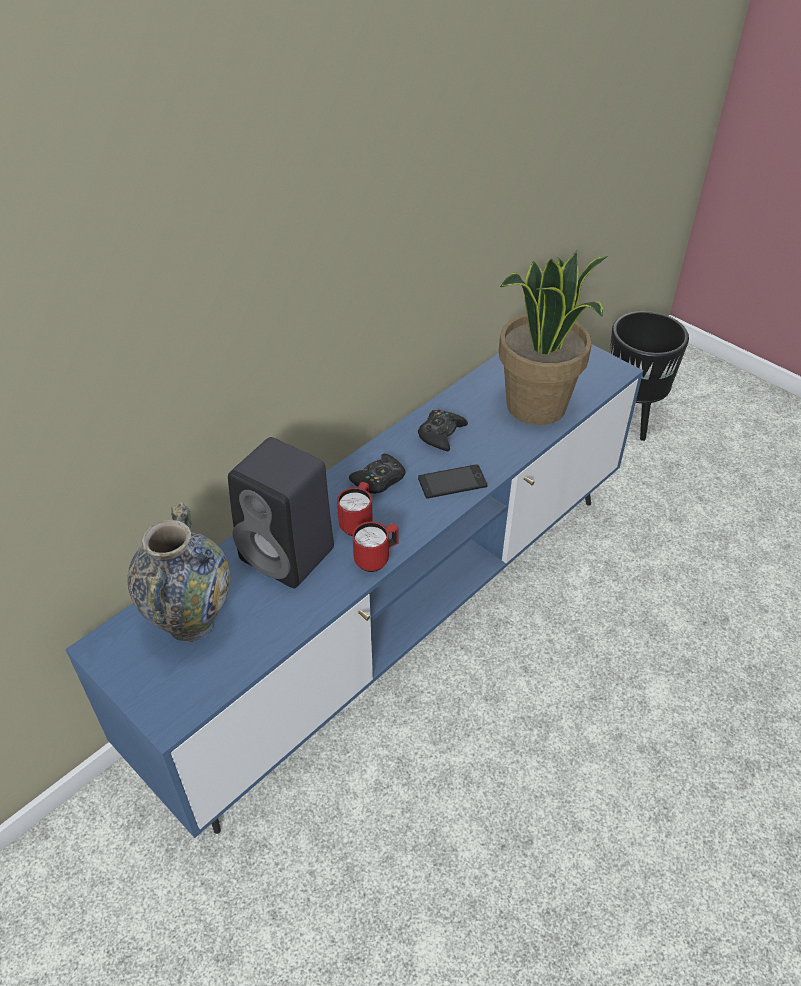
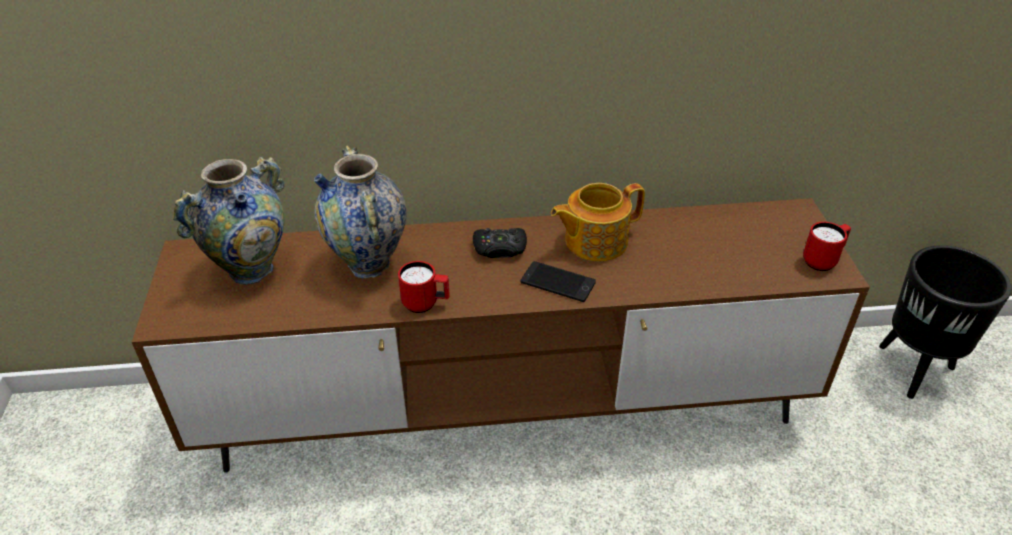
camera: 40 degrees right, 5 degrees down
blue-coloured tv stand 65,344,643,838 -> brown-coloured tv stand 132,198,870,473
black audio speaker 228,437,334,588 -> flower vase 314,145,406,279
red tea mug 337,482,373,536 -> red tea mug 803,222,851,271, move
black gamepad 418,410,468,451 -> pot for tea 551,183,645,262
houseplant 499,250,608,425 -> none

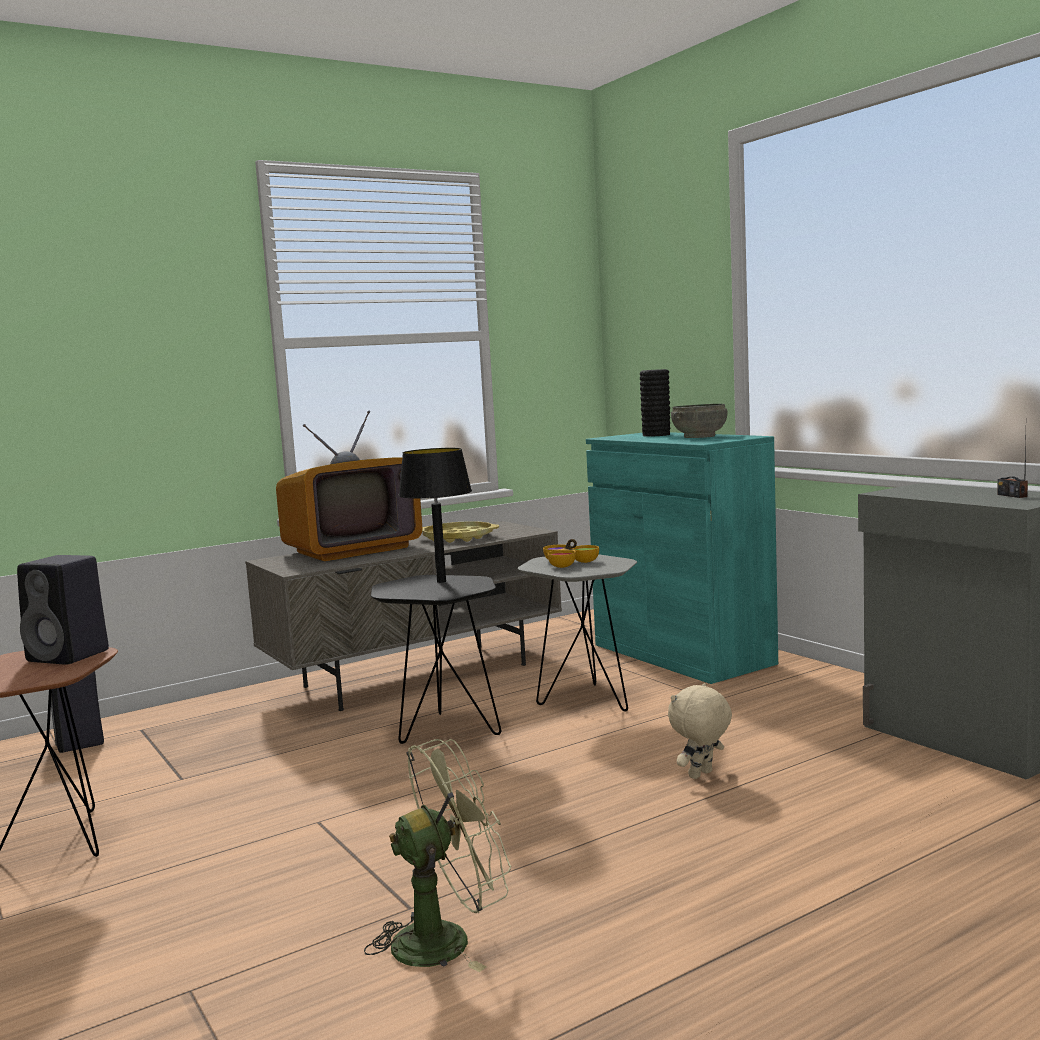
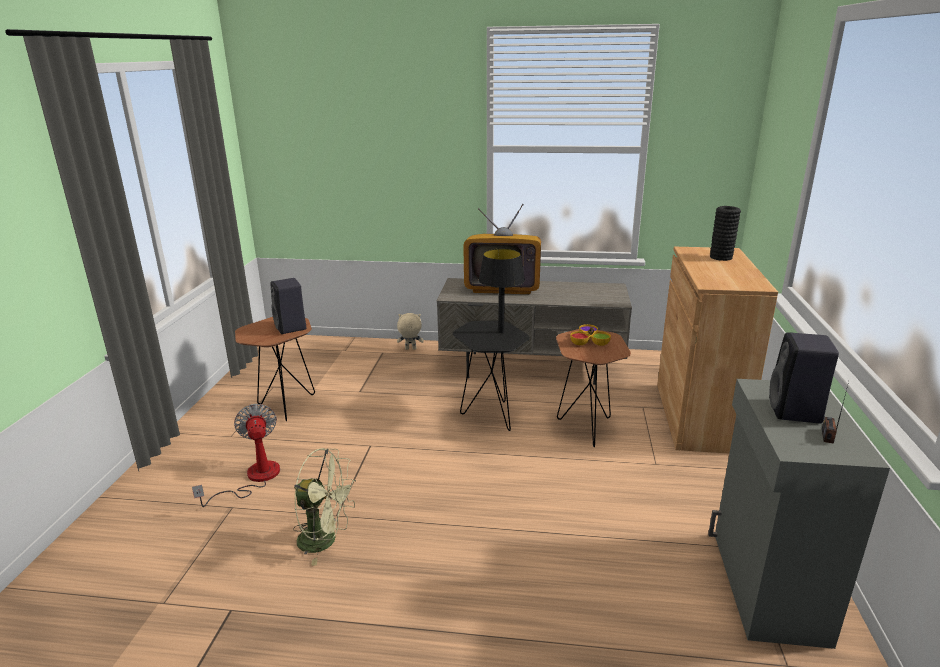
camera: 40 degrees right, 15 degrees up
black audio speaker 51,671,104,753 -> black audio speaker 769,332,839,423, move
yellowish carrying tray 422,521,499,543 -> none
greyish side table 518,554,637,712 -> brown-coloured side table 556,329,631,447
turquoise cabinet 586,432,778,684 -> brown-coloured cabinet 657,247,778,453
beige-coloured plush toy 668,683,732,779 -> beige-coloured plush toy 397,313,424,350, move
greyish deep dish 671,404,727,438 -> none
none -> cooling fan 192,404,280,507

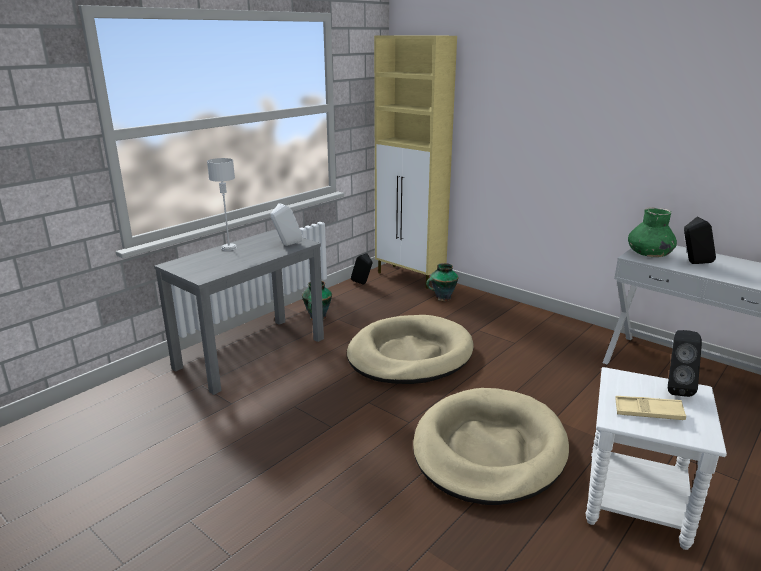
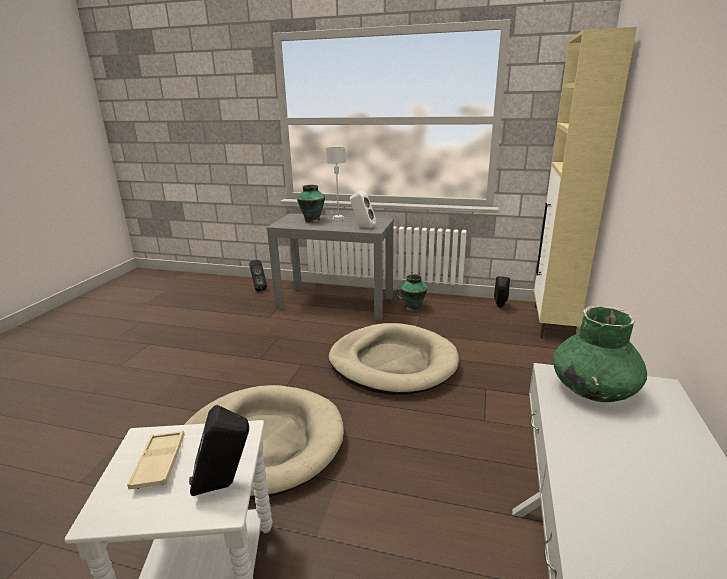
camera: 65 degrees right, 0 degrees up
flower vase 426,263,459,301 -> flower vase 297,185,325,222, move
black audio speaker 684,217,716,264 -> black audio speaker 249,260,267,291, move

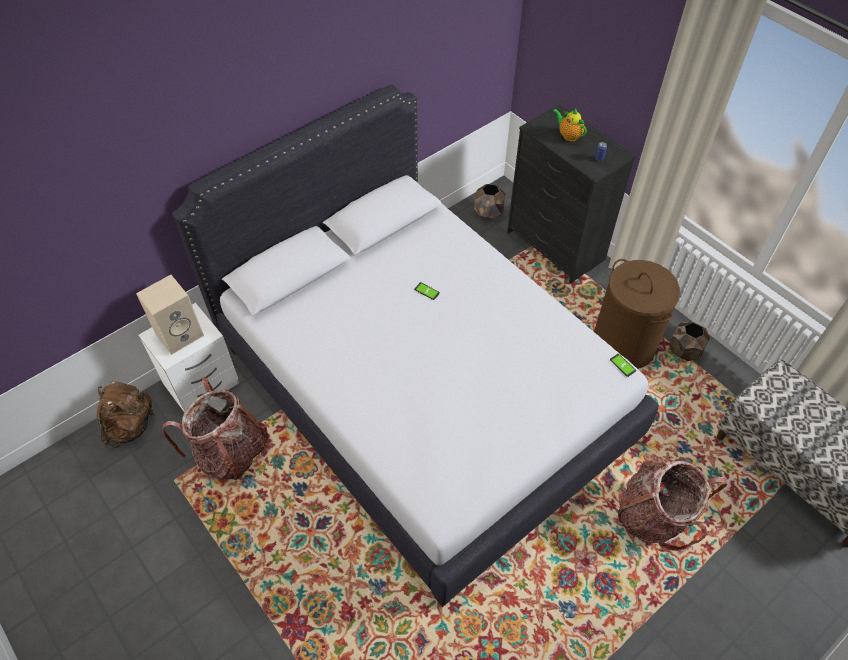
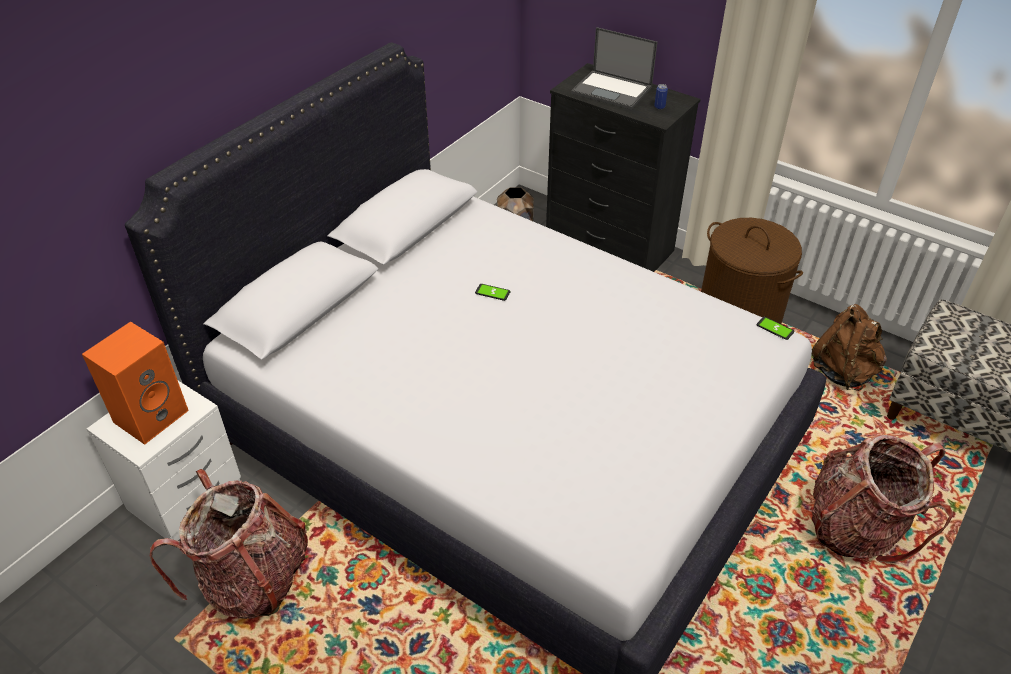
camera: 15 degrees left, 10 degrees down
brown-coloured rucksack 97,382,155,448 -> brown-coloured rucksack 811,304,887,391, move
beige-coloured audio speaker 136,275,204,355 -> orange-coloured audio speaker 82,322,189,445
pot for tea 553,109,587,141 -> portable computer 571,27,657,110
brown-coloured plant pot 669,321,710,361 -> none

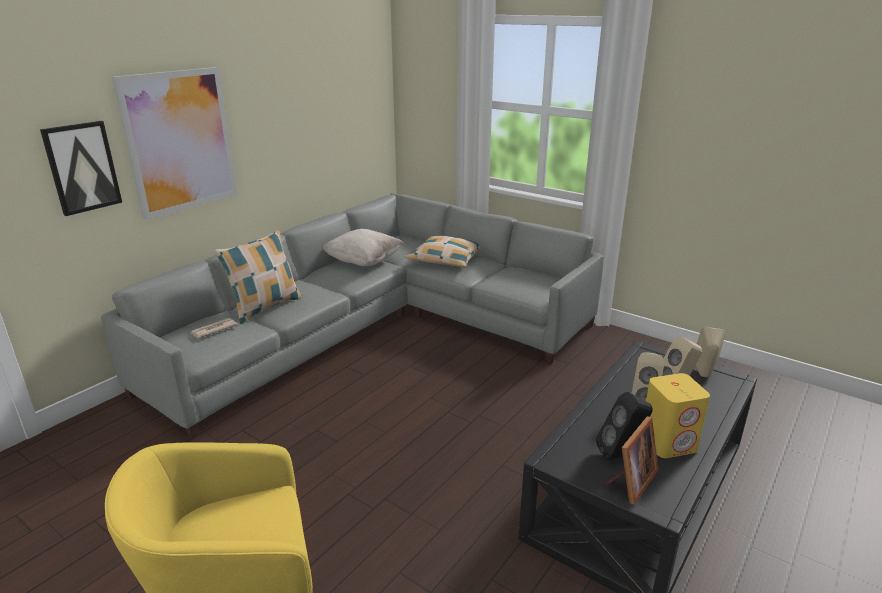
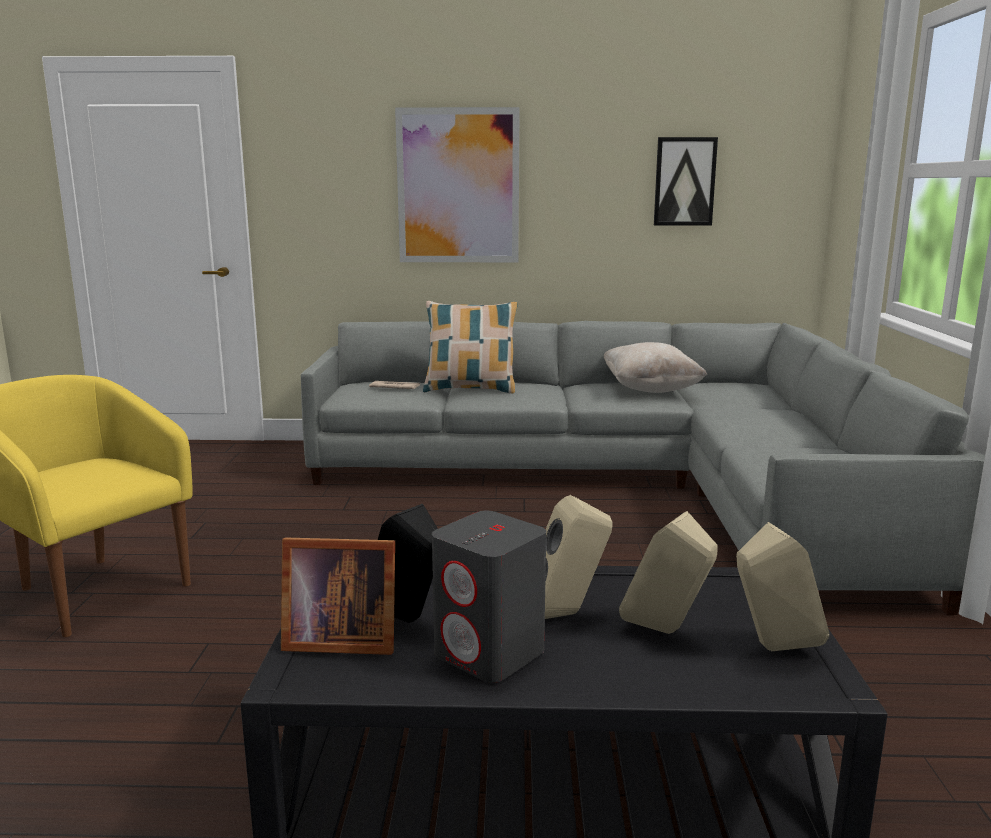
camera: 55 degrees right, 10 degrees down
wall picture 40,121,122,216 -> wall picture 654,137,718,226, move
cushion 406,236,480,267 -> none
yellowish audio speaker 646,373,710,458 -> greyish audio speaker 432,511,546,683

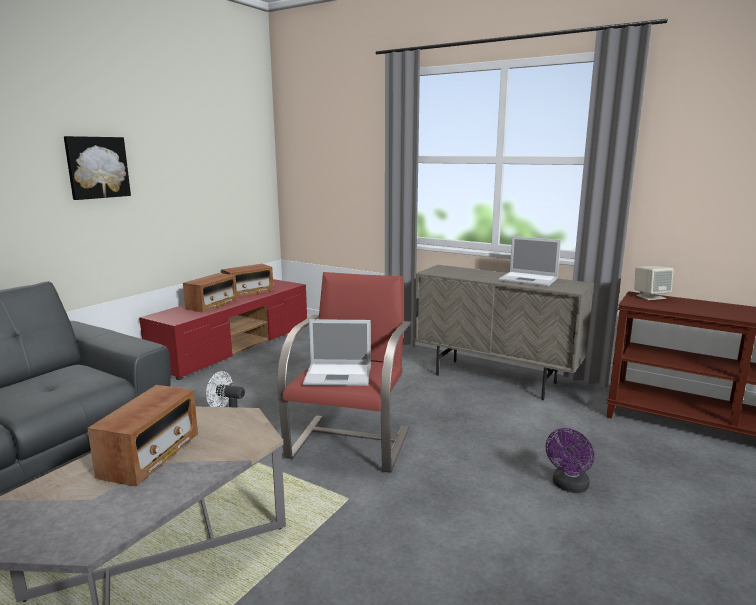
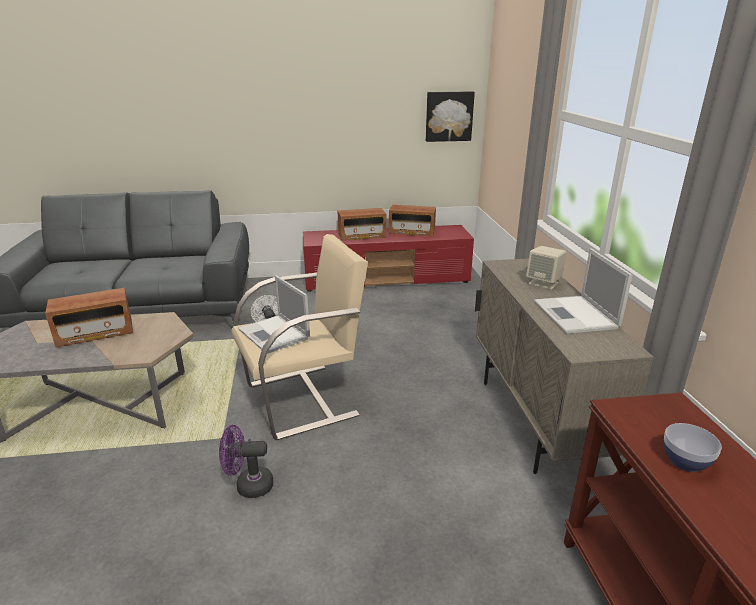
camera: 50 degrees right, 10 degrees up
wall picture 64,136,131,200 -> wall picture 426,91,475,142, move
red armchair 277,272,411,473 -> beige-coloured armchair 231,234,368,440
purplish cooling fan 546,428,594,493 -> purplish cooling fan 219,425,273,498, move
beige-coloured audio speaker 634,266,674,300 -> beige-coloured audio speaker 526,246,567,290, move
none -> deep dish 664,423,722,472

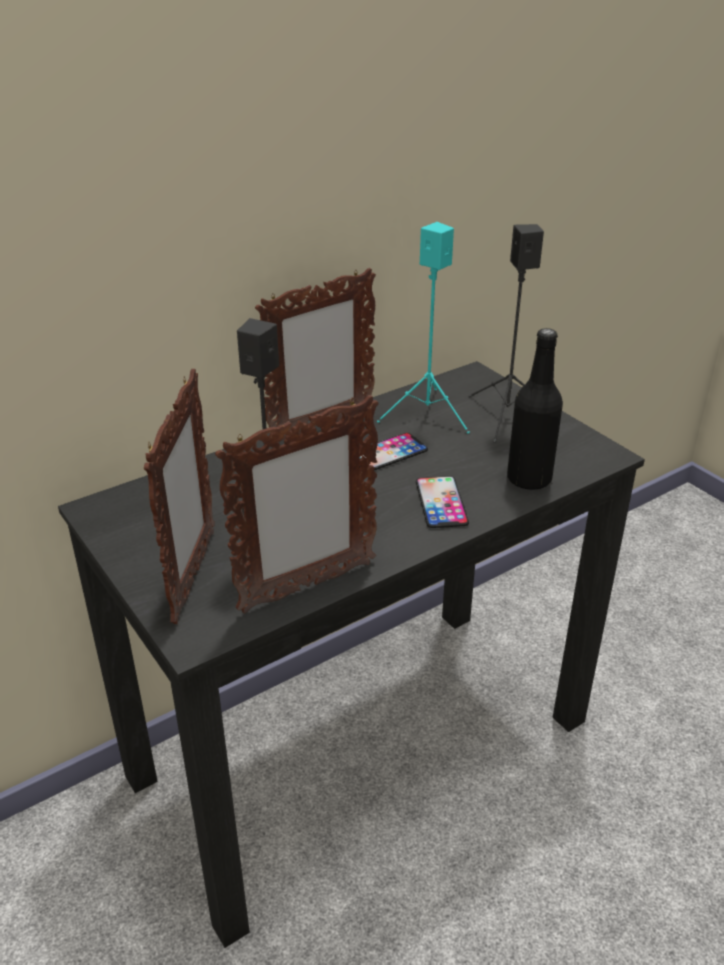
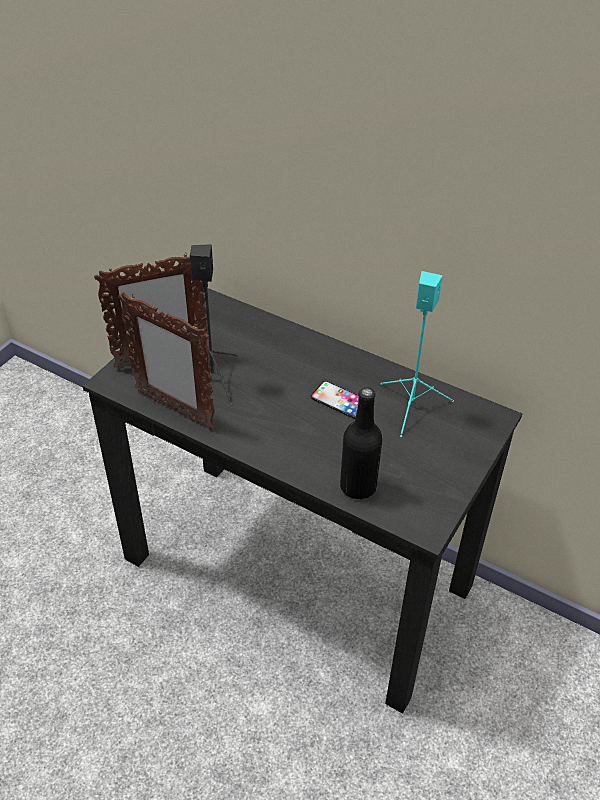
camera: 65 degrees right, 10 degrees up
photo frame 255,268,376,443 -> none
telephone 416,476,469,528 -> none
black audio speaker 469,224,544,443 -> none

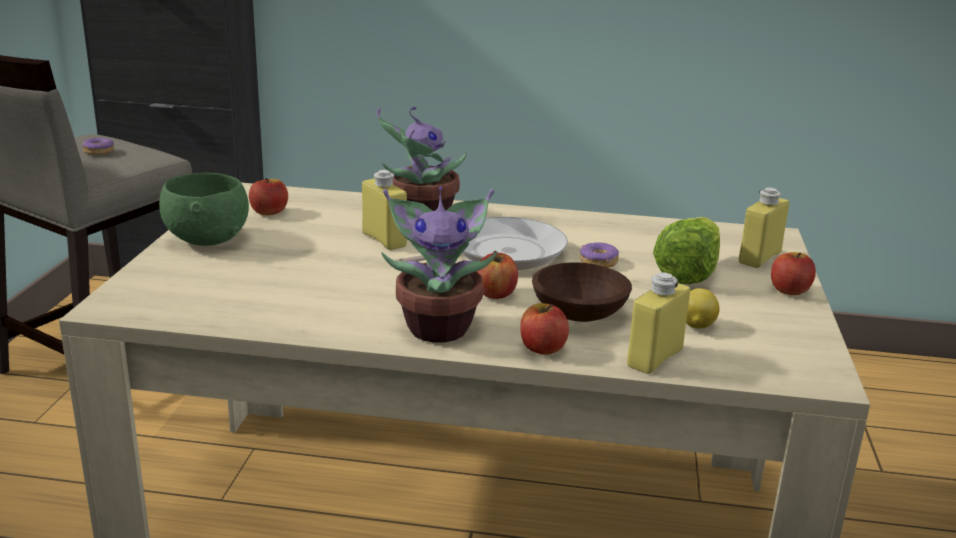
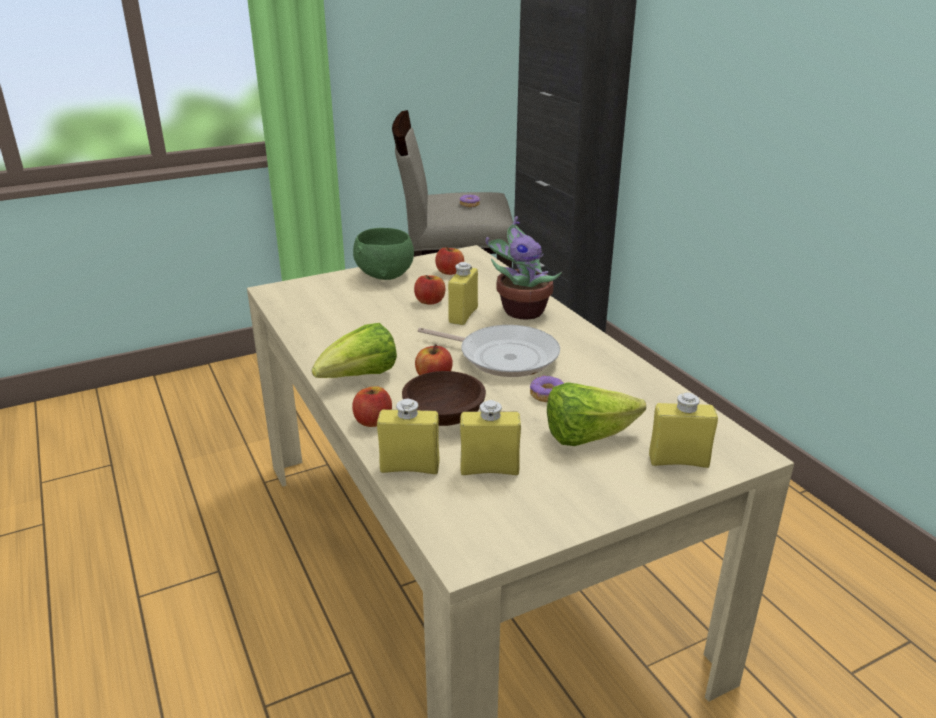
camera: 55 degrees right, 5 degrees up
houseplant 381,186,497,343 -> lettuce 312,323,397,378
lemon 686,288,720,329 -> yellowish drink bottle 460,400,521,475
whole apple 771,252,816,295 -> whole apple 414,275,445,305, move

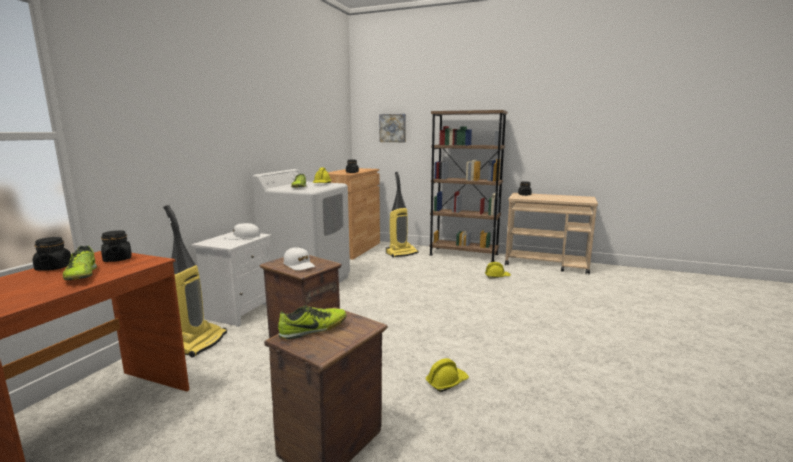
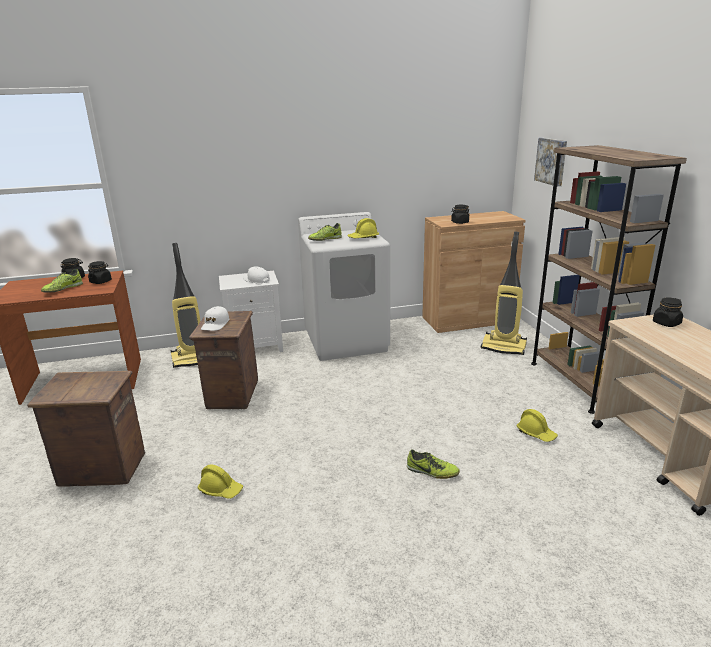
camera: 55 degrees right, 10 degrees up
item of footwear 278,305,347,339 -> item of footwear 407,449,460,479, move

